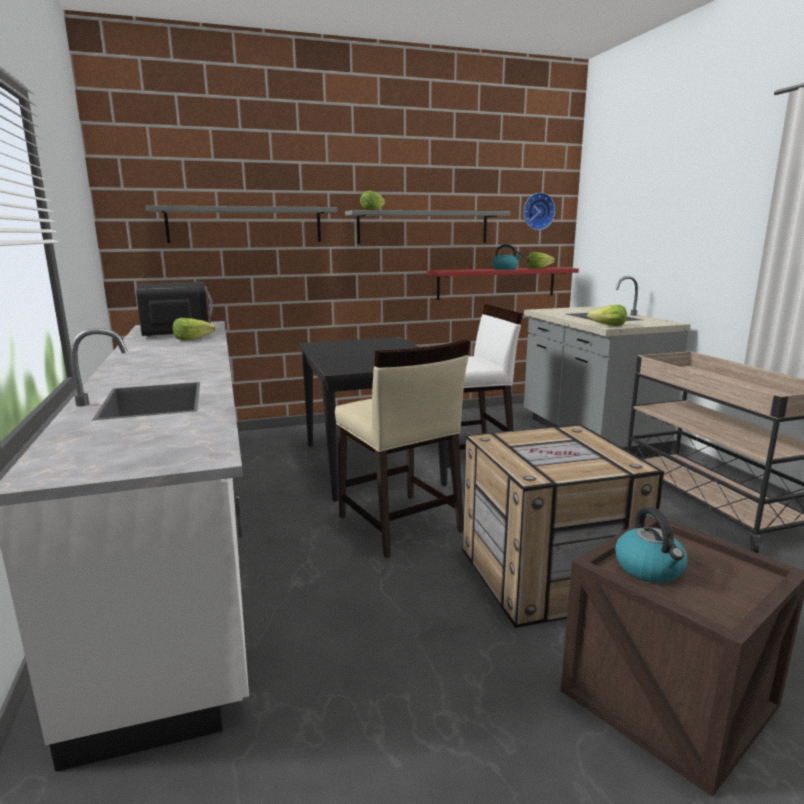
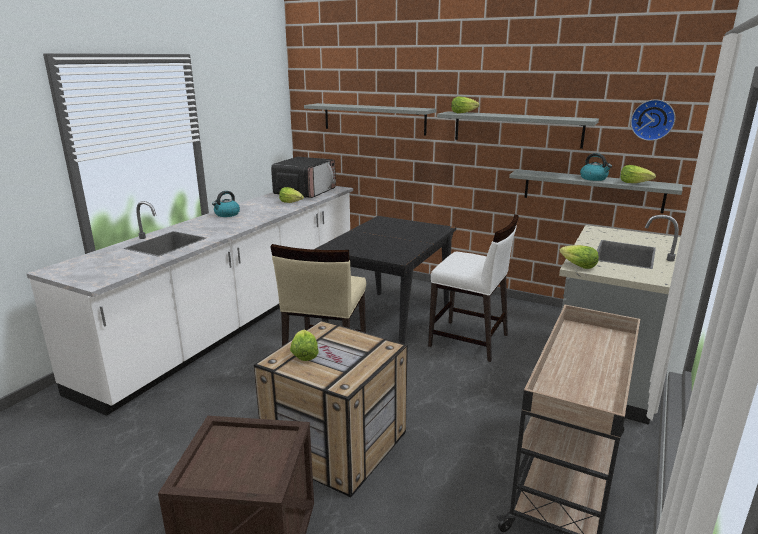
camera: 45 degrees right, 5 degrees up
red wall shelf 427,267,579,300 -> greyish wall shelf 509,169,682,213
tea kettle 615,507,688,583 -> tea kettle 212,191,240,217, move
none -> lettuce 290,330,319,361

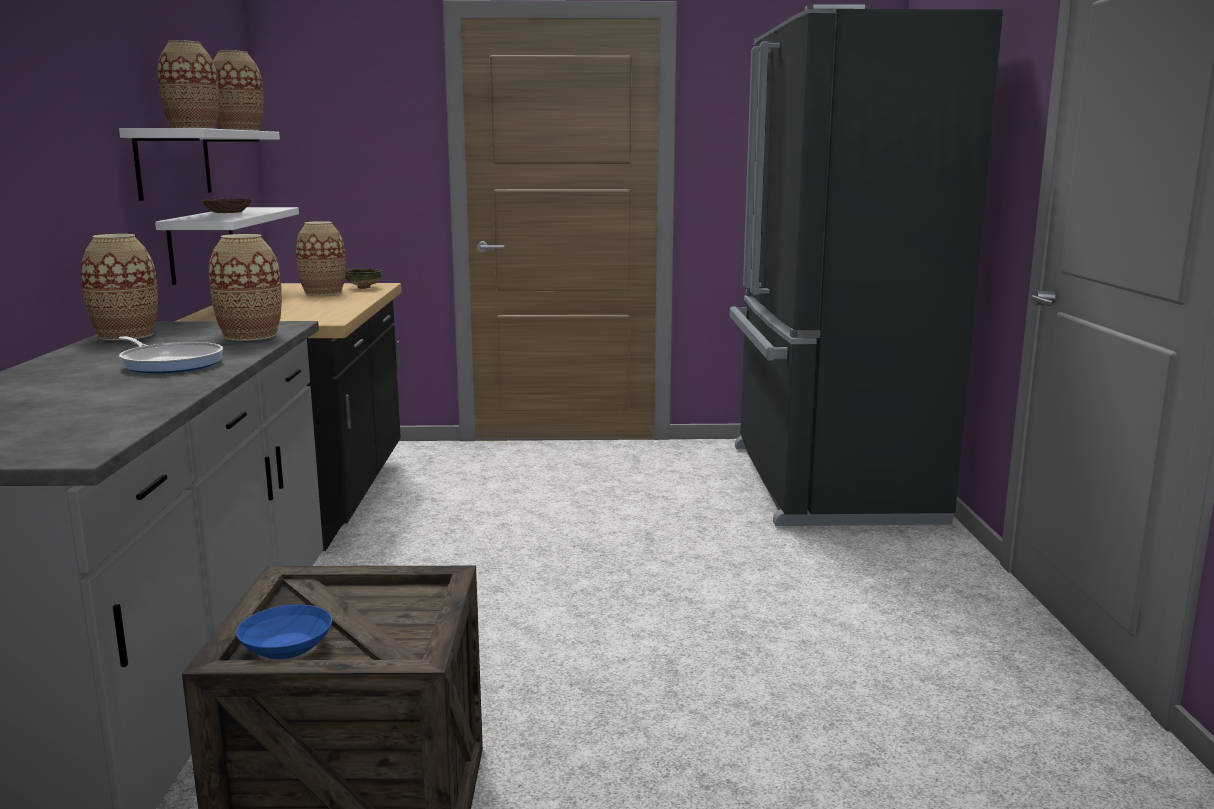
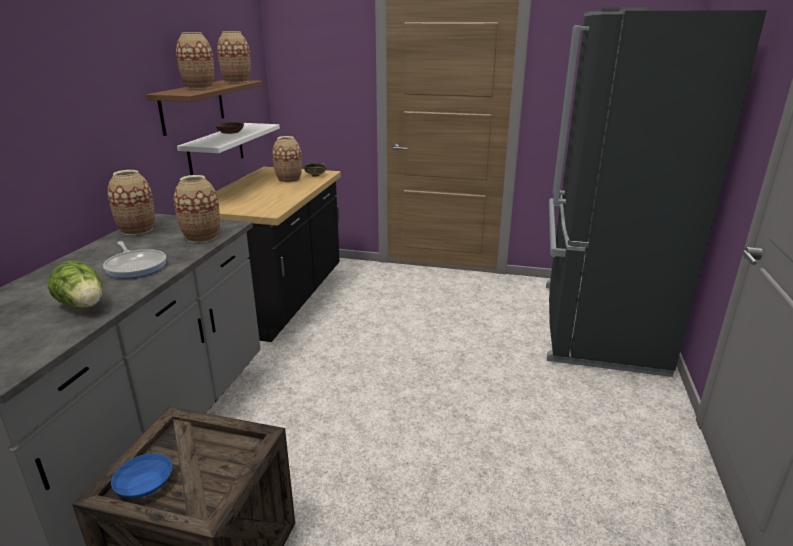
camera: 15 degrees right, 10 degrees up
whitish wall shelf 119,128,280,201 -> brown-coloured wall shelf 146,80,263,136
none -> lettuce 48,261,103,308

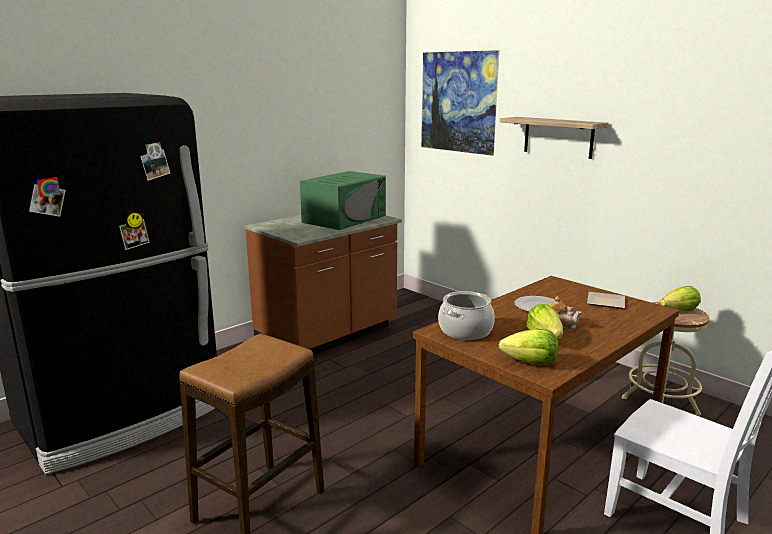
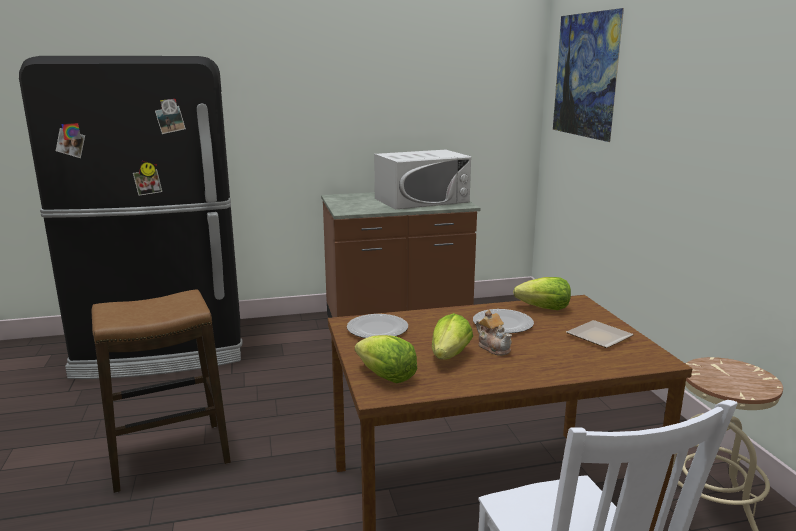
camera: 30 degrees right, 0 degrees up
greenish kitchen microwave 300,171,386,230 -> whitish kitchen microwave 374,150,471,210
cooking pot 438,291,495,340 -> flat dish 347,314,408,338
wall shelf 500,117,609,159 -> none
lettuce 660,286,701,311 -> lettuce 513,277,571,310, move

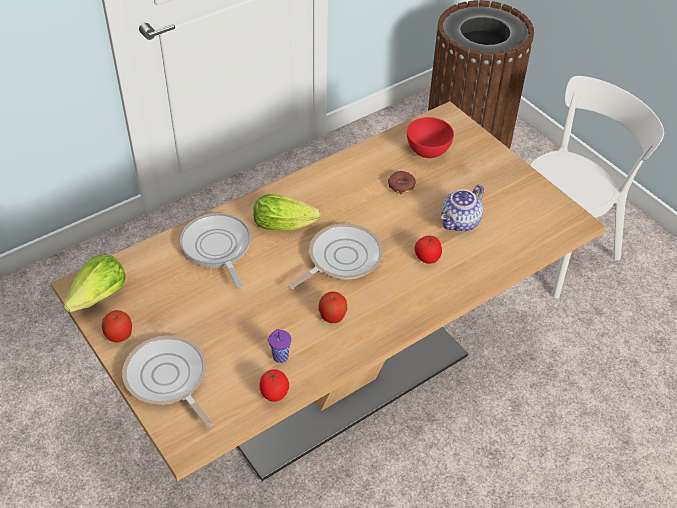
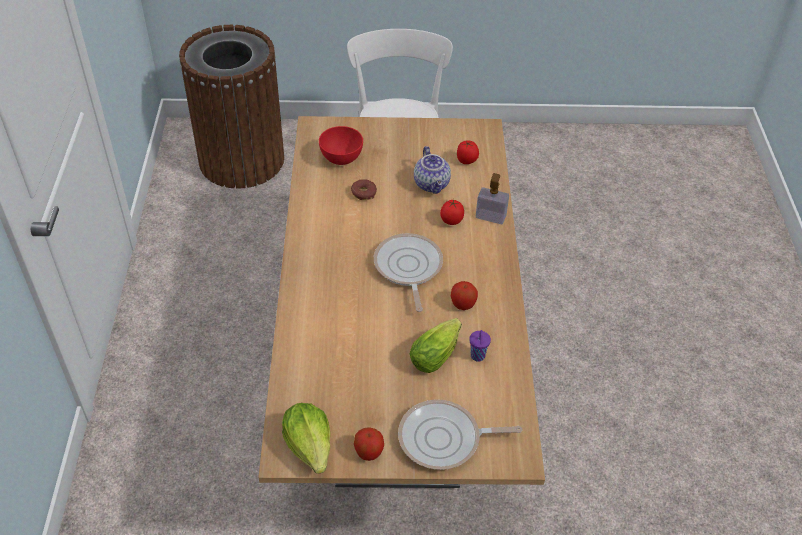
camera: 55 degrees left, 0 degrees up
frying pan 180,213,251,289 -> none
lettuce 253,194,321,231 -> lettuce 410,318,462,373, move
whole tomato 259,369,289,402 -> whole tomato 457,141,479,164, move
none -> soap bottle 476,173,509,224

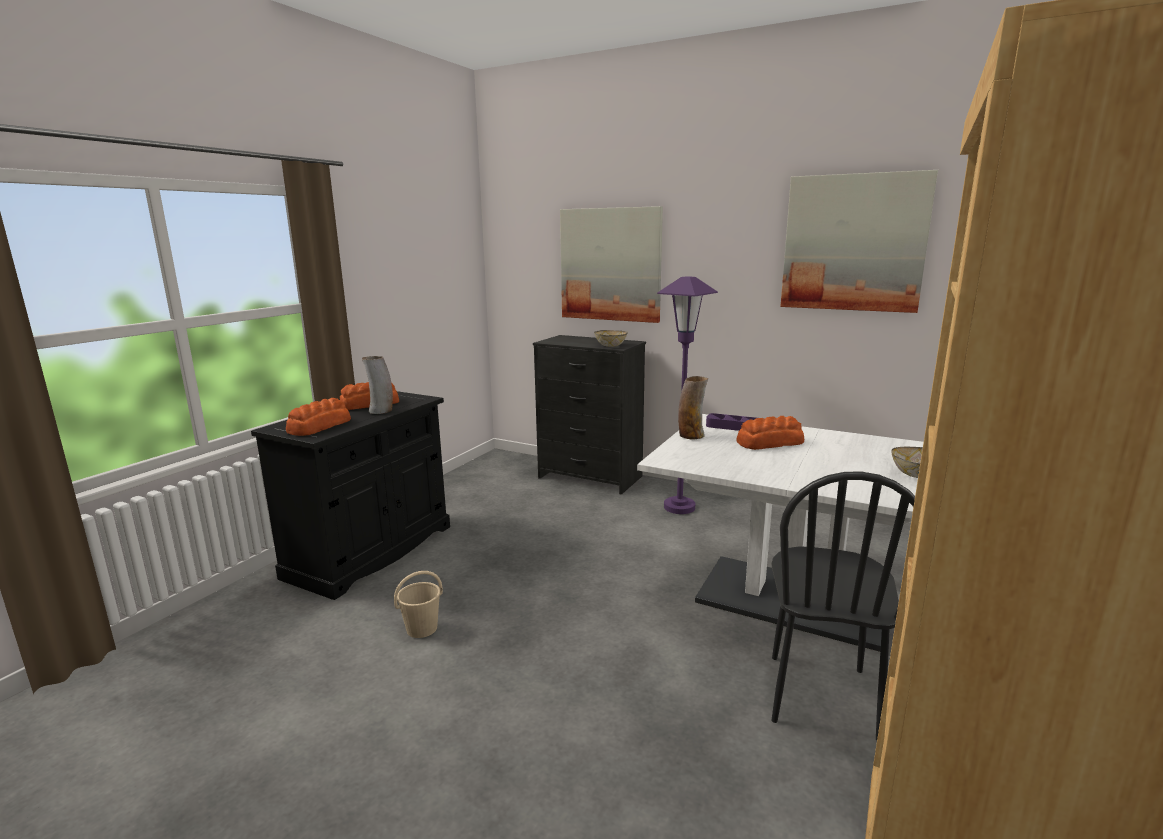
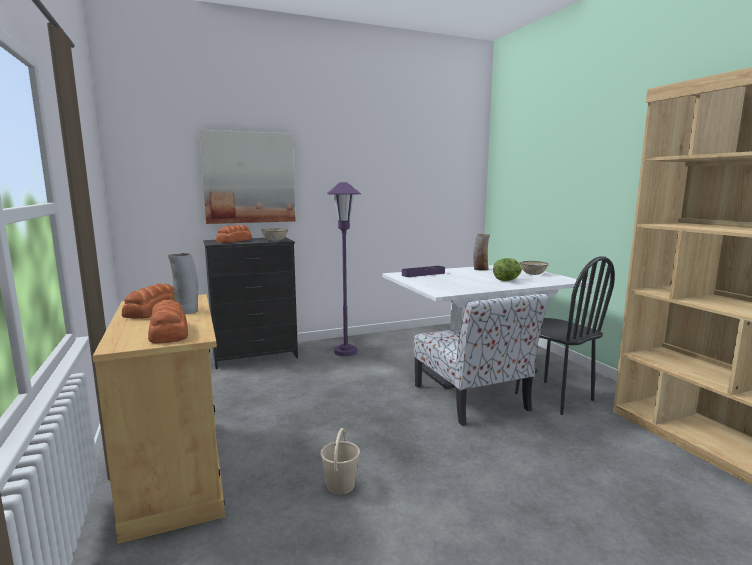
camera: 50 degrees left, 5 degrees down
black cabinet 251,391,450,600 -> beige-coloured cabinet 93,294,225,544
flower vase 678,376,708,439 -> flower vase 473,234,490,271, move
baked bread 737,416,804,450 -> baked bread 216,225,252,243, move
wall picture 780,170,938,313 -> none
none -> upright chair 413,294,548,426
none -> lettuce 493,258,522,281

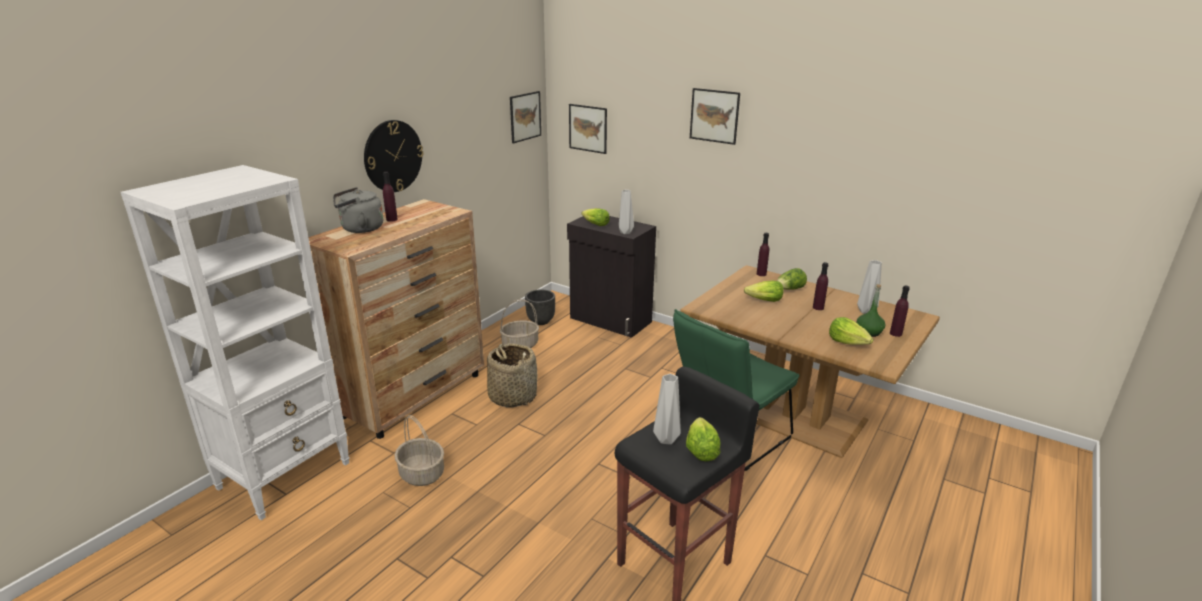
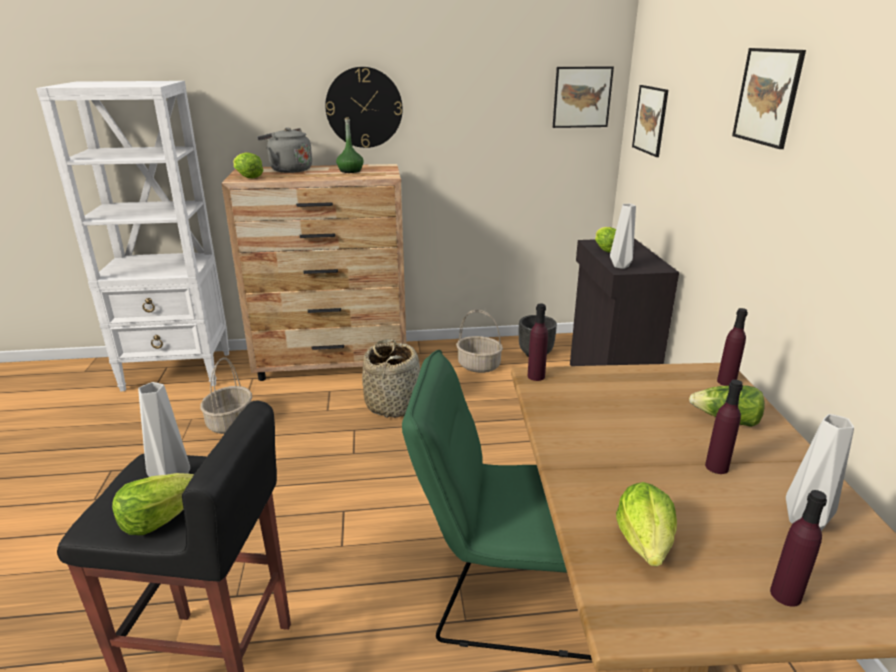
camera: 50 degrees right, 0 degrees up
purplish drink bottle 383,172,398,222 -> purplish drink bottle 528,304,548,381, move
lettuce 744,281,783,302 -> lettuce 233,152,263,178, move
greenish drink bottle 857,284,885,337 -> greenish drink bottle 336,117,364,173, move

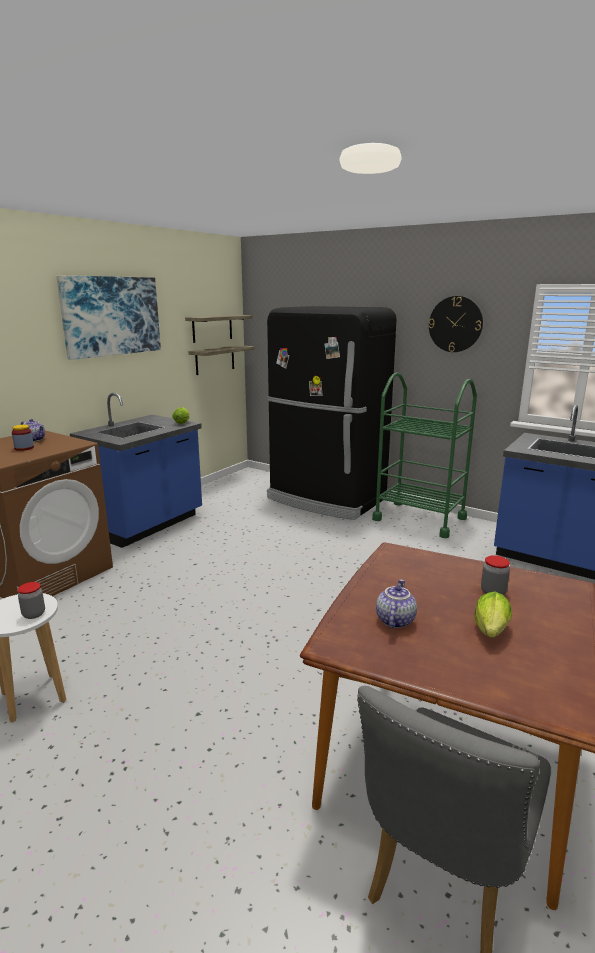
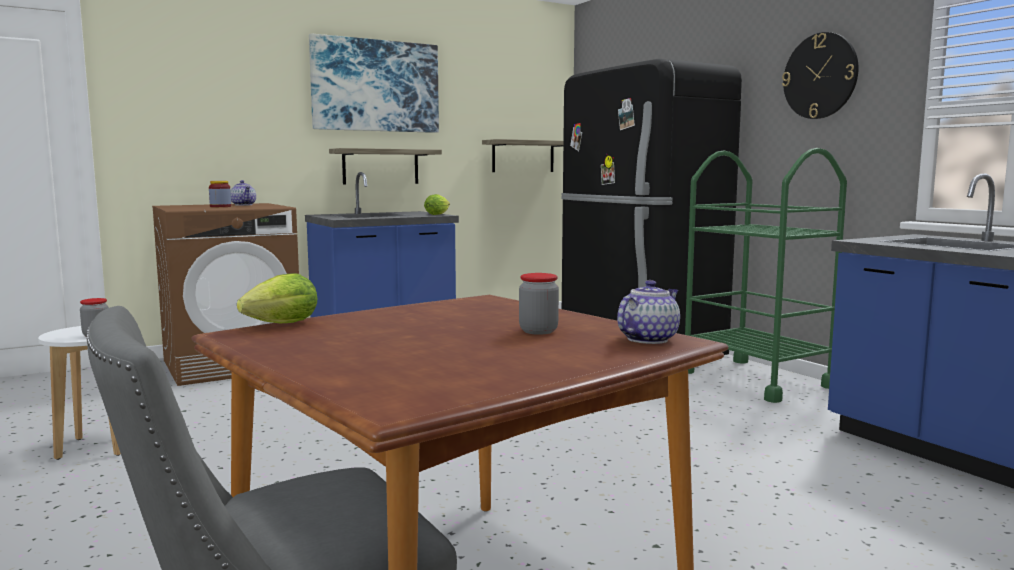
camera: 25 degrees right, 10 degrees down
wall shelf 185,315,253,343 -> wall shelf 329,148,442,184, move
pot for tea 376,579,417,628 -> pot for tea 617,280,680,344, move
lettuce 474,591,512,638 -> lettuce 237,273,317,323, move

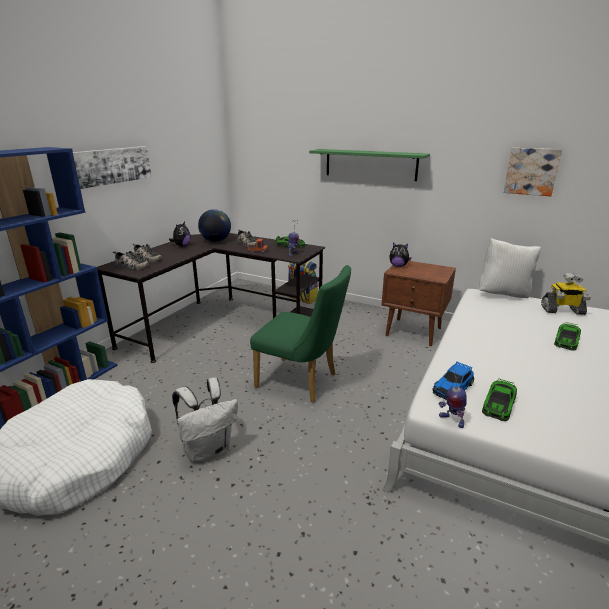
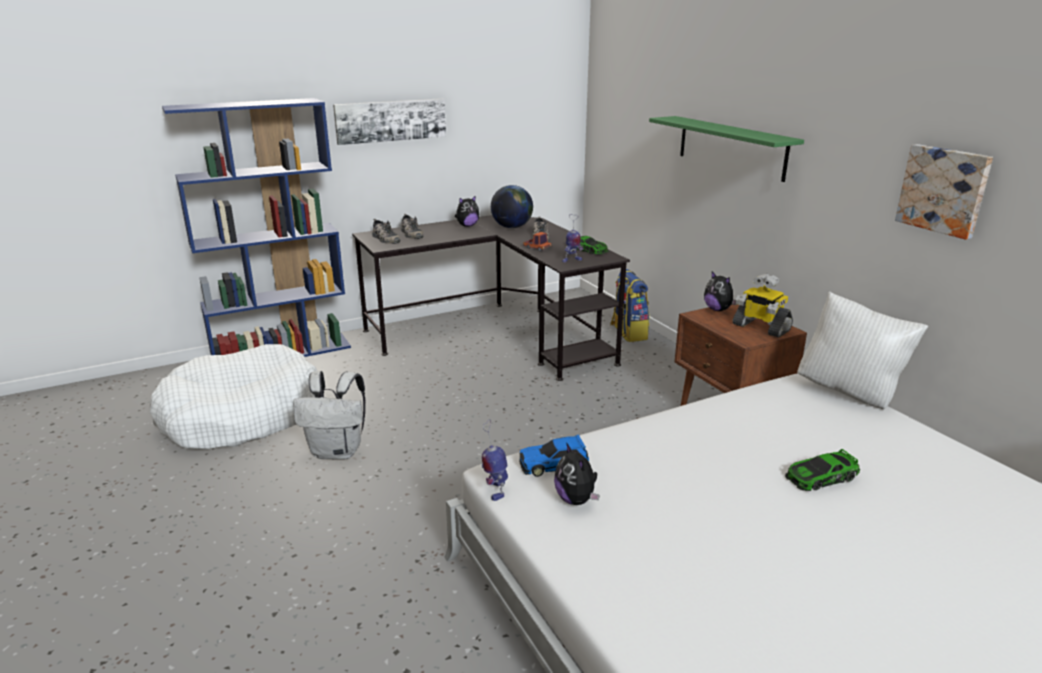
camera: 35 degrees right, 0 degrees up
greenish upright chair 250,265,351,403 -> none
miniature car 482,378,517,421 -> plush toy 554,442,599,505
robot figure 541,273,591,315 -> robot figure 733,274,793,338, move

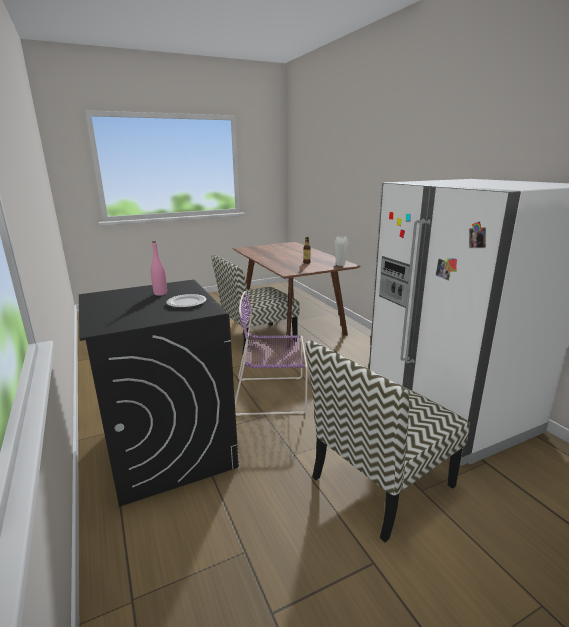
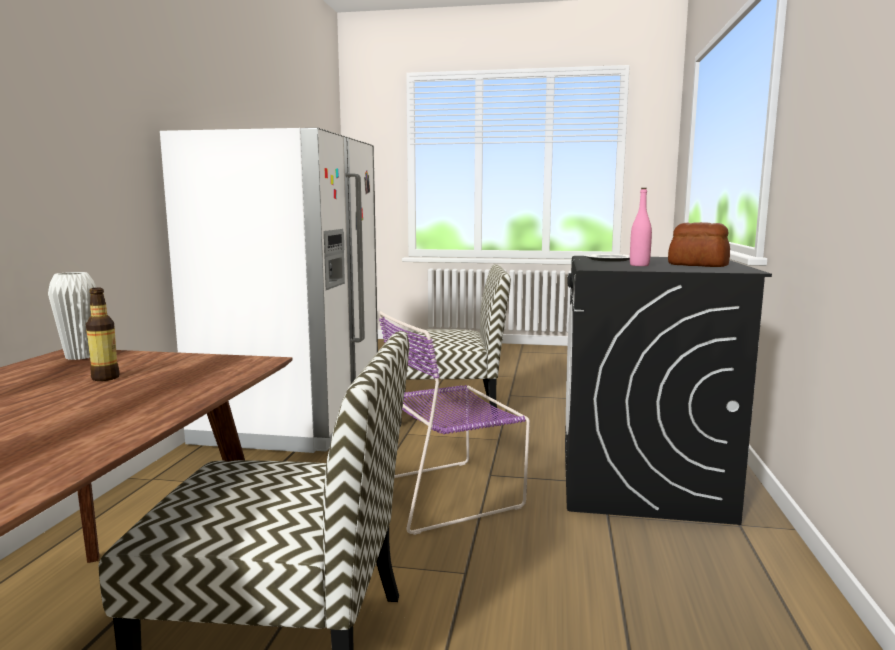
camera: 145 degrees left, 10 degrees down
purplish upright chair 235,291,308,416 -> purplish upright chair 379,311,530,535, 120 degrees clockwise
none -> baked bread 668,222,730,267

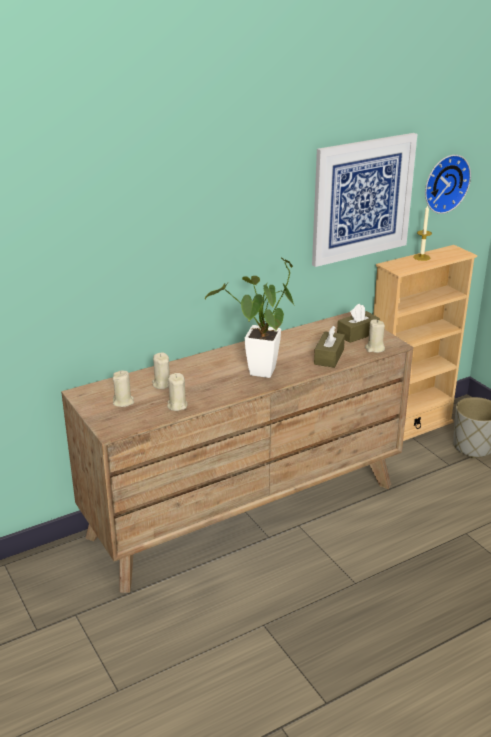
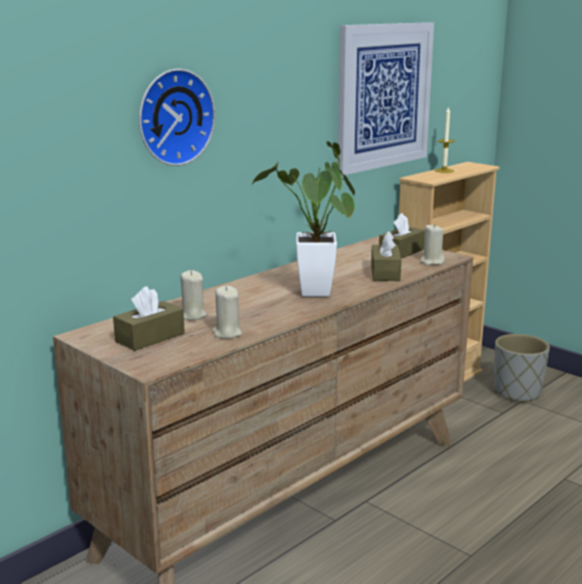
camera: 15 degrees left, 10 degrees down
beige-coloured candle 112,370,134,407 -> brown-coloured tissue holder 113,286,185,351
hanging clock 425,155,471,214 -> hanging clock 139,69,215,166, move

